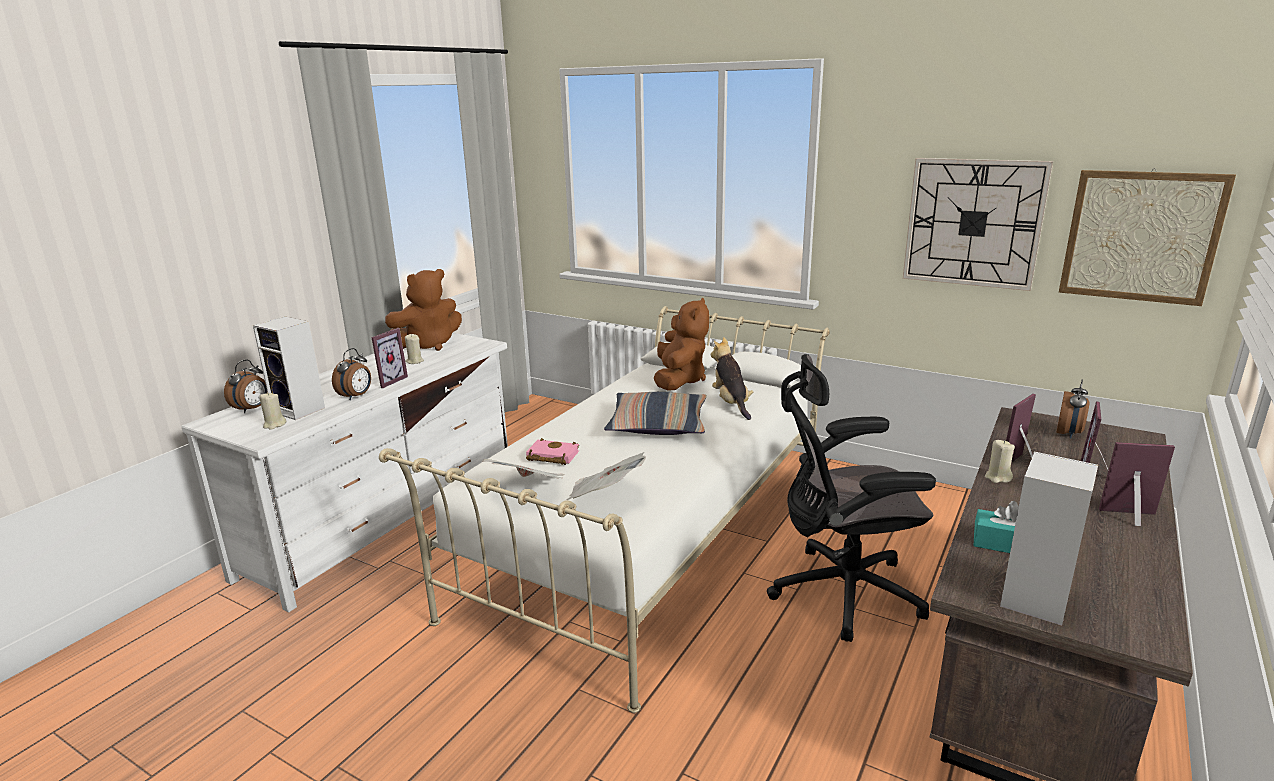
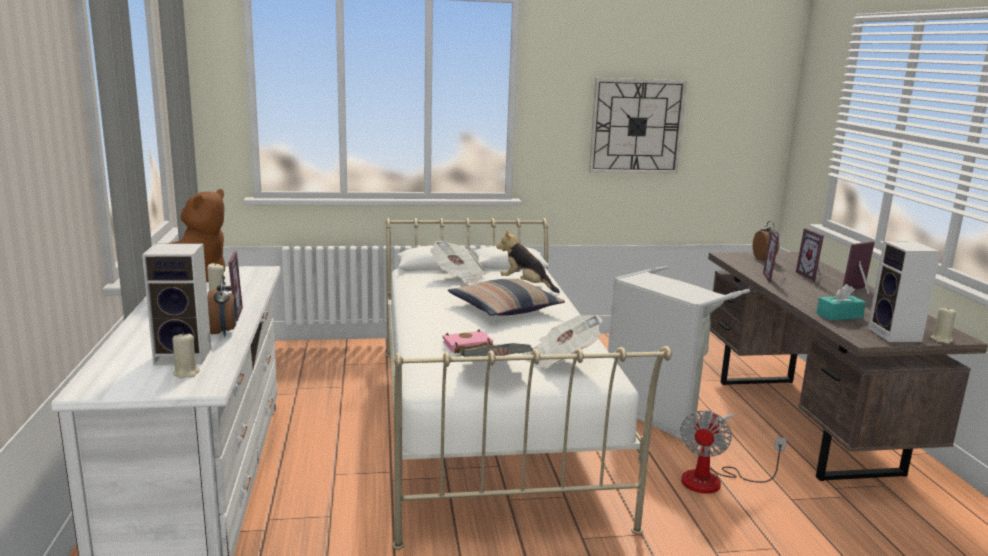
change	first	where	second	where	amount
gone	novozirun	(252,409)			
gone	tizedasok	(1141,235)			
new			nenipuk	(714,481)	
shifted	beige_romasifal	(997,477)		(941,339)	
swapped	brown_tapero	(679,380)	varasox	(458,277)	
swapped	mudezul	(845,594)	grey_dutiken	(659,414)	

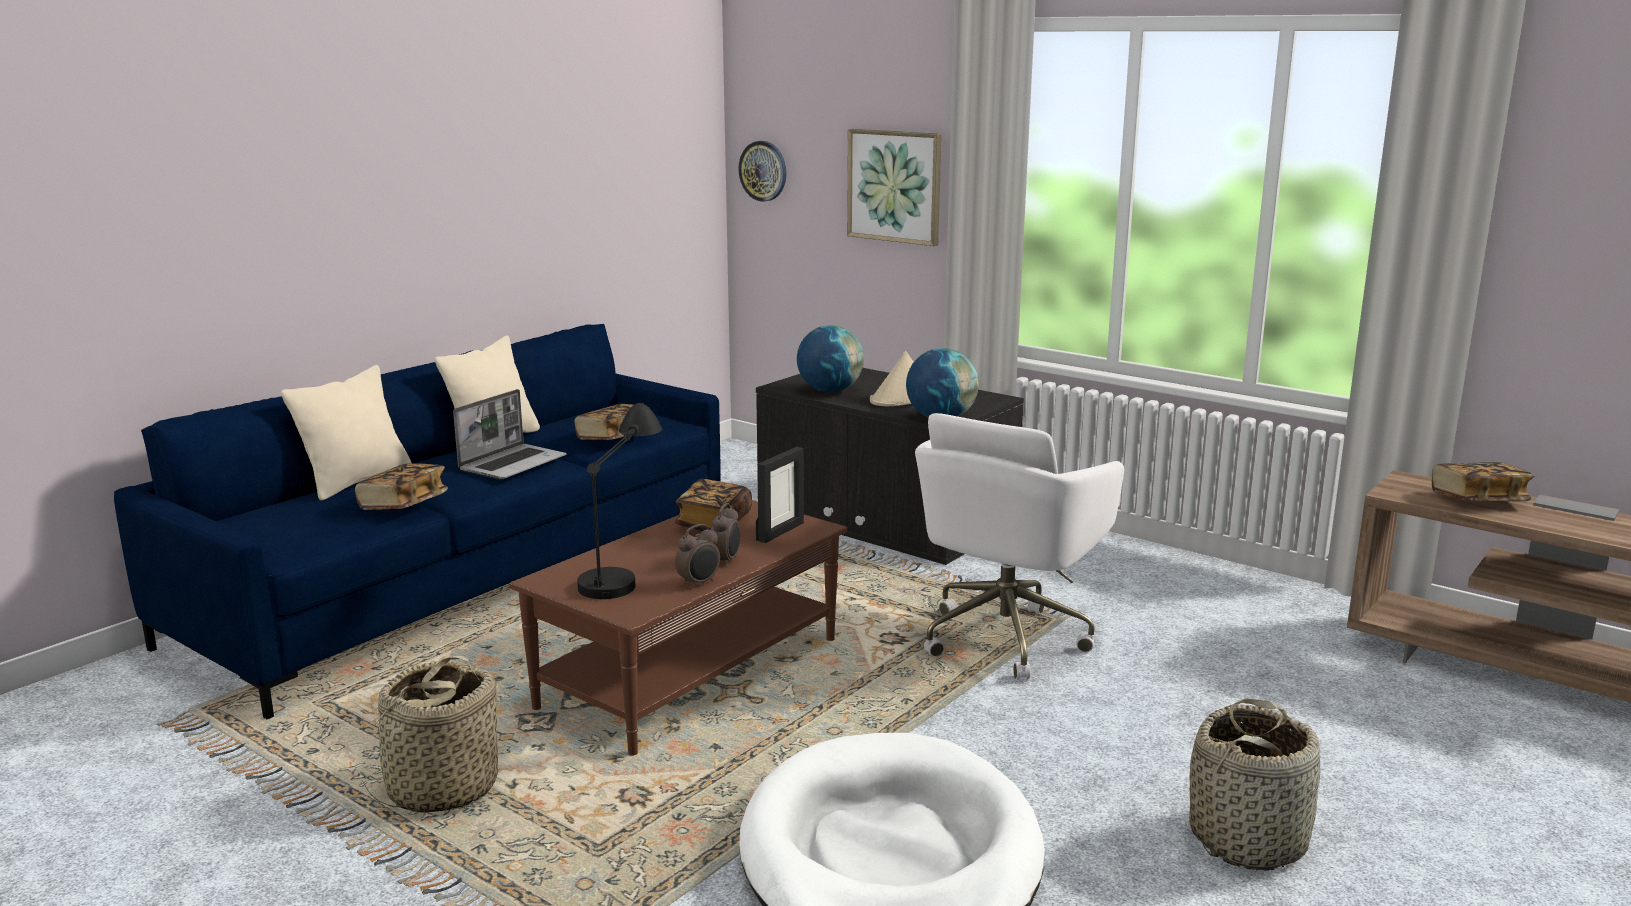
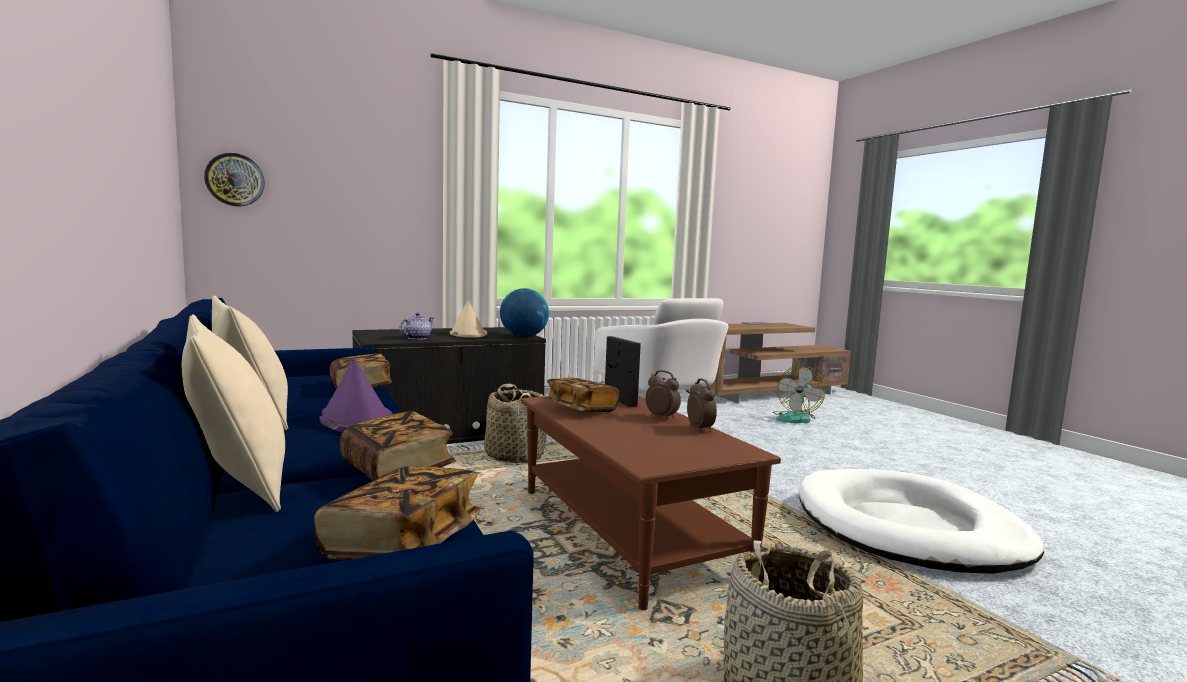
change	first	where	second	where	amount
gone	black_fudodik	(623,567)			
gone	tizedasok	(895,186)			
new			nenipuk	(796,418)	
shifted	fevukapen	(1248,839)		(515,455)	
shifted	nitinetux	(1478,500)		(402,543)	
swapped	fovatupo	(513,463)	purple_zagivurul	(355,420)	
swapped	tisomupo	(830,391)	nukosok	(417,338)	

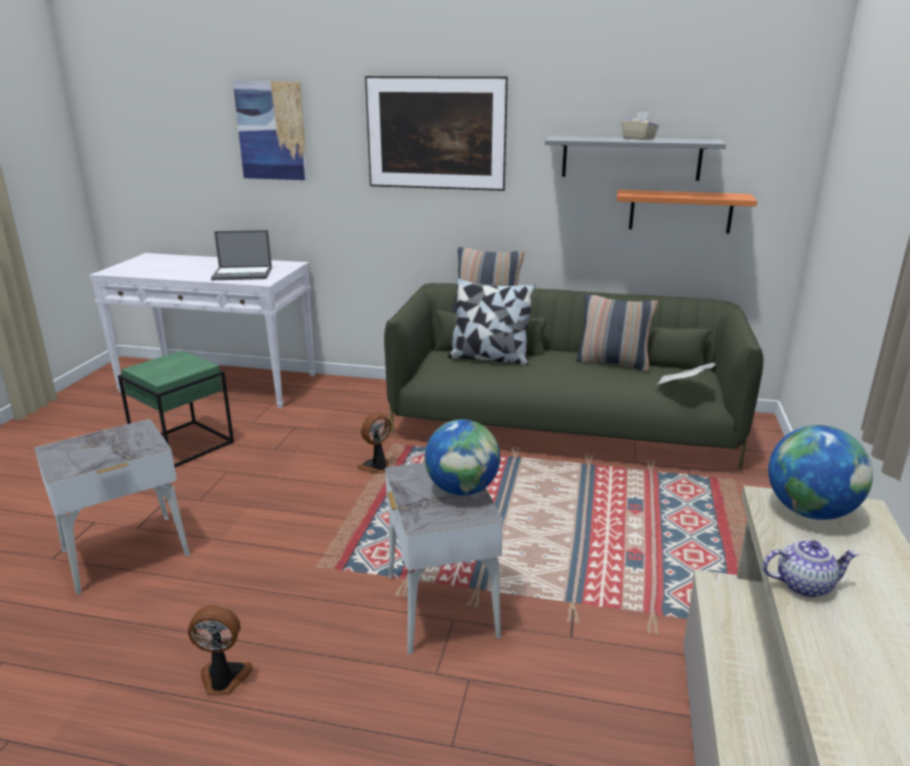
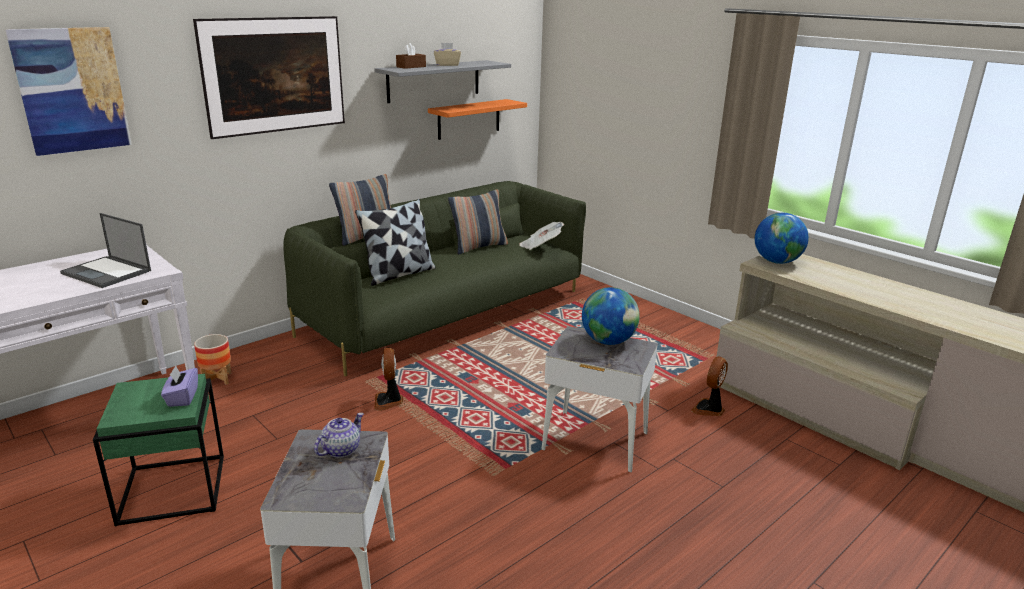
change	first	where	second	where	amount
new			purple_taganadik	(182,397)	
new			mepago	(217,379)	
new			brown_taganadik	(411,67)	
shifted	nenipuk	(223,679)		(709,409)	
shifted	nukosok	(804,585)		(341,449)	
rotated	fovatupo	(243,274)		(107,272)	90 degrees clockwise

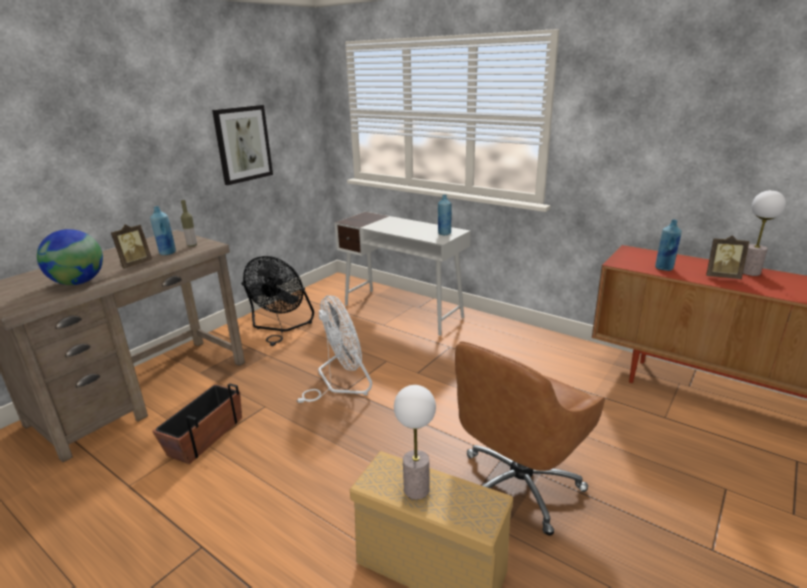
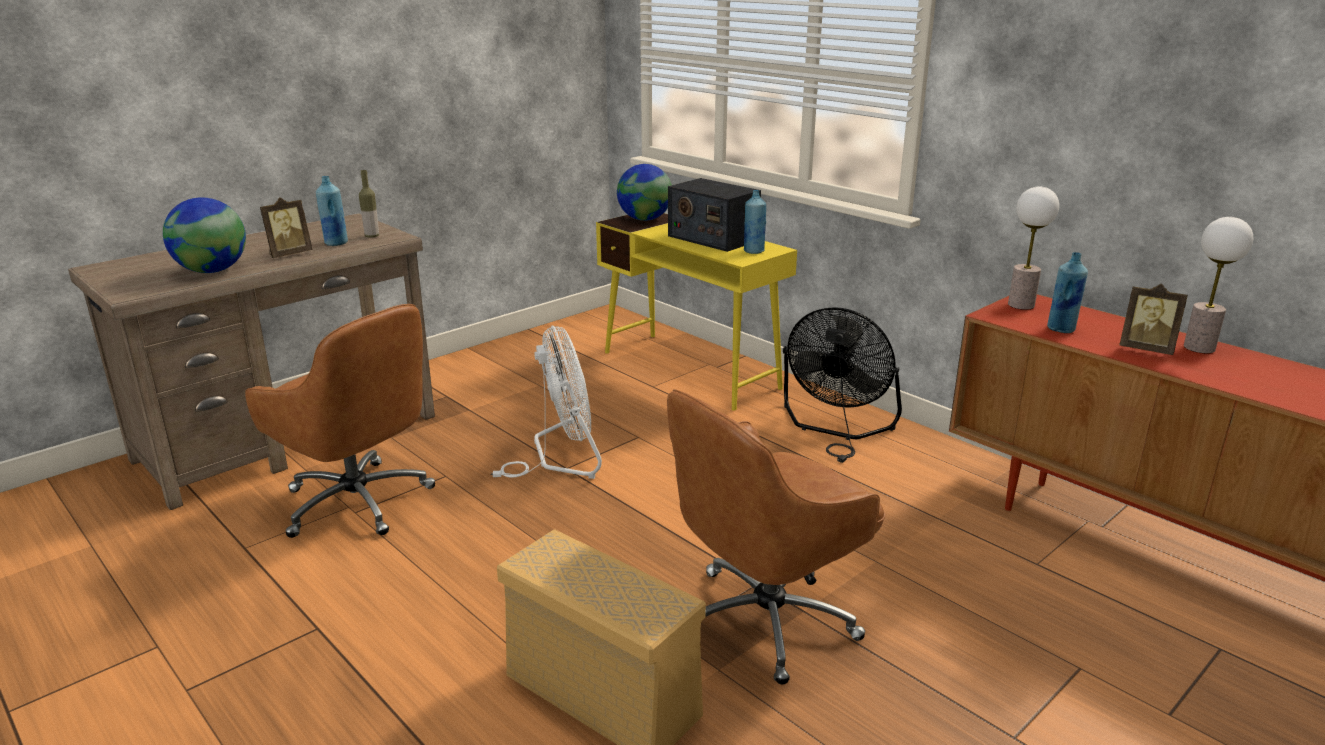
change	first	where	second	where	amount
gone	tizedasok	(243,144)			
new			tisomupo	(644,219)	
new			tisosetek	(712,238)	
shifted	black_nenipuk	(277,326)		(835,428)	
shifted	fudodik	(416,489)		(1021,305)	
swapped	mepago	(205,436)	brown_mudezul	(356,502)	
repainted	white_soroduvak	(403,311)	yellow_soroduvak	(690,370)	

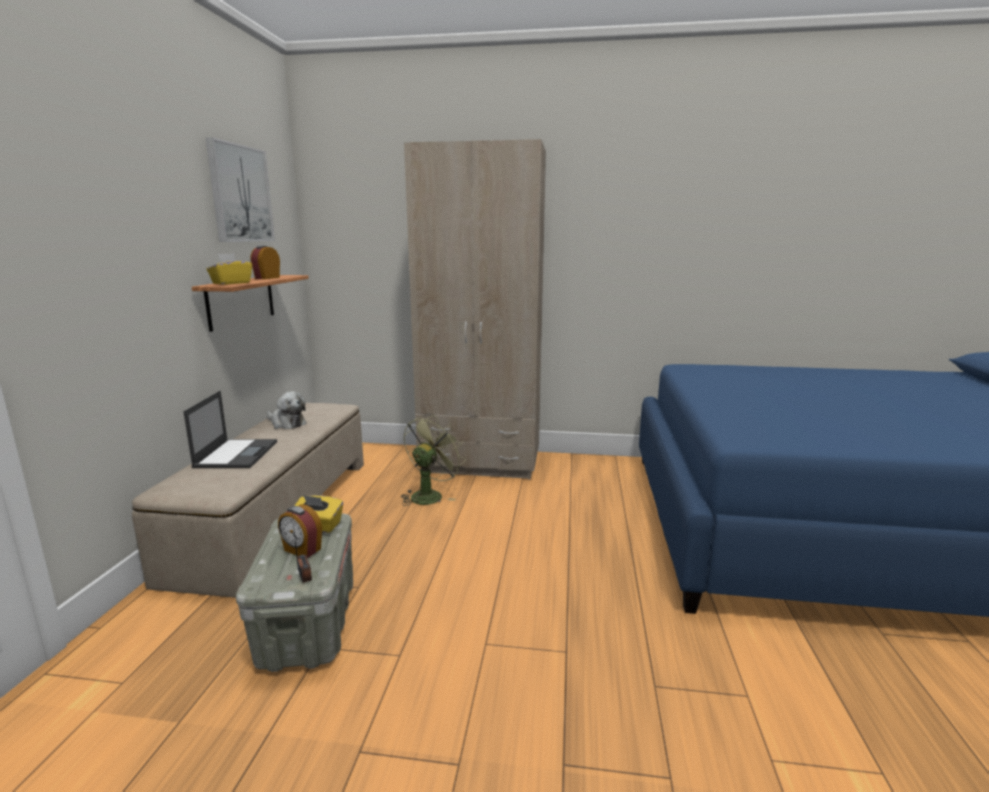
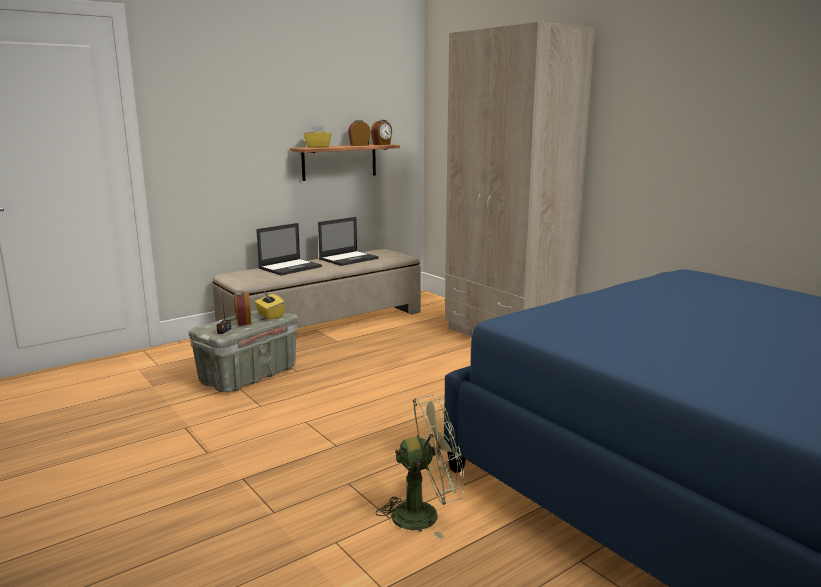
change	first	where	second	where	amount
gone	tizedasok	(240,194)			
new			novozirun	(382,144)	
shifted	green_nenipuk	(430,495)		(425,514)	
swapped	tapero	(286,423)	fovatupo	(349,258)	

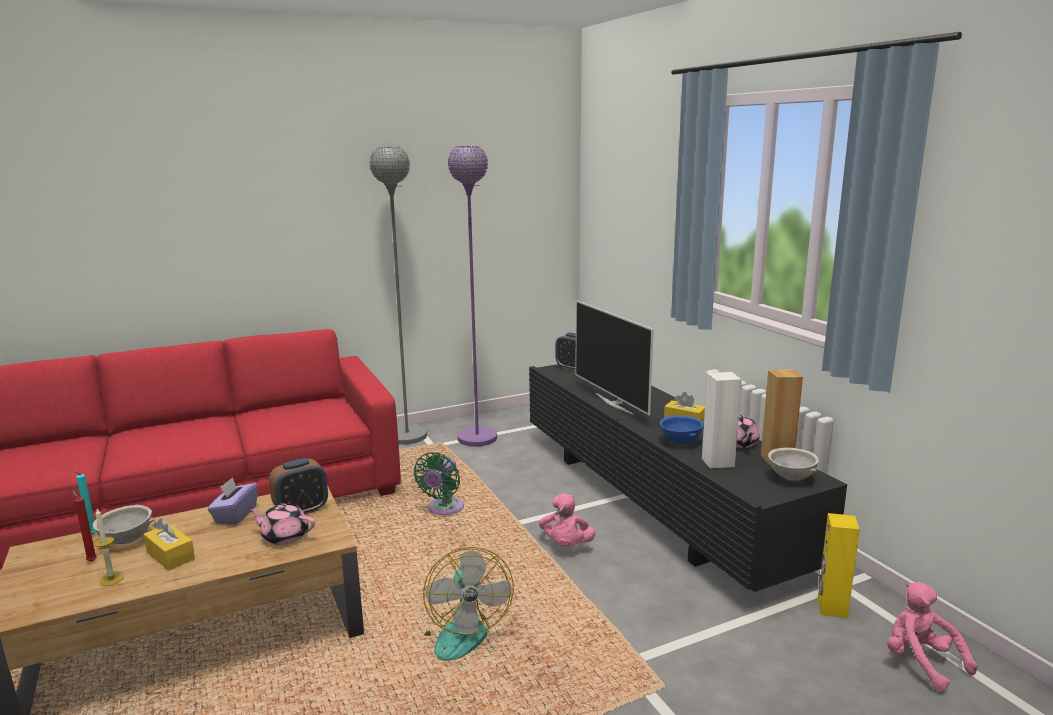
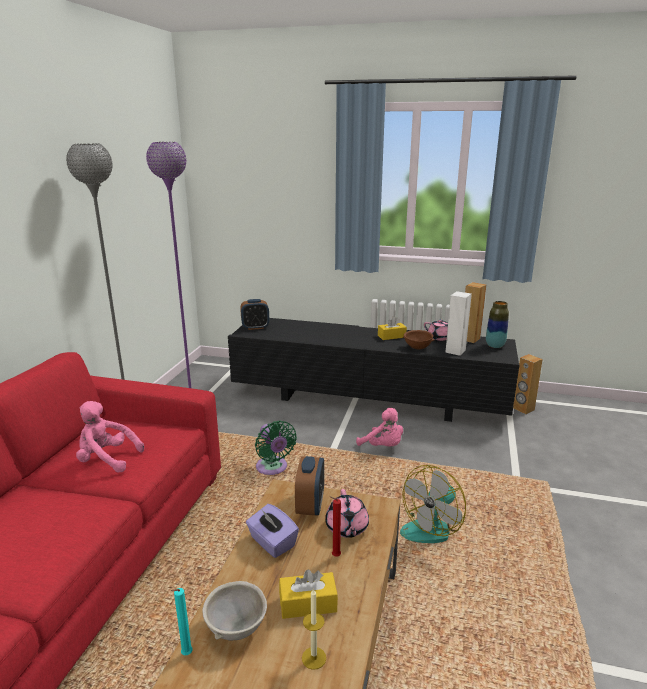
change	first	where	second	where	amount
gone	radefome	(614,403)			
shifted	red_romasifal	(91,561)		(334,556)	
shifted	pink_tapero	(921,662)		(107,459)	
swapped	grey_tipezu	(791,478)	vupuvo	(495,345)	
repainted	blue_tipezu	(680,442)	brown_tipezu	(417,348)	
repainted	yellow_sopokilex	(831,608)	brown_sopokilex	(523,409)	
rotated	pink_nukosok	(284,536)		(346,527)	60 degrees counterclockwise
rotated	nenipuk	(459,631)		(432,527)	105 degrees clockwise

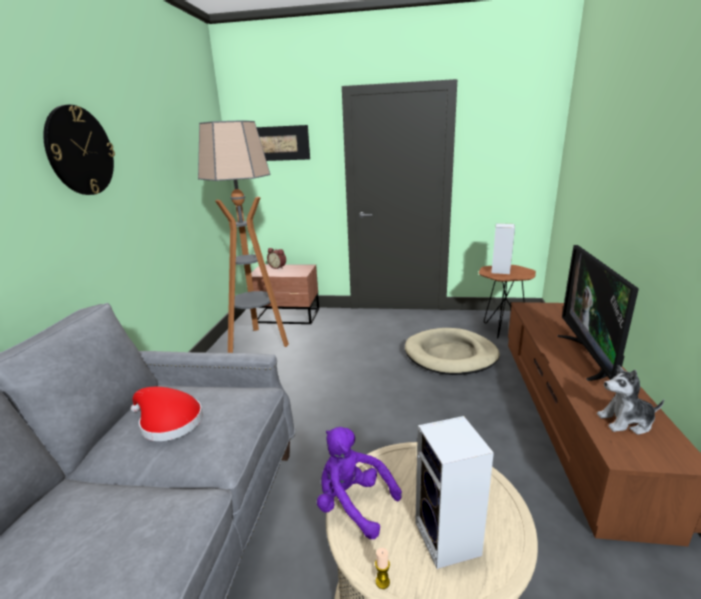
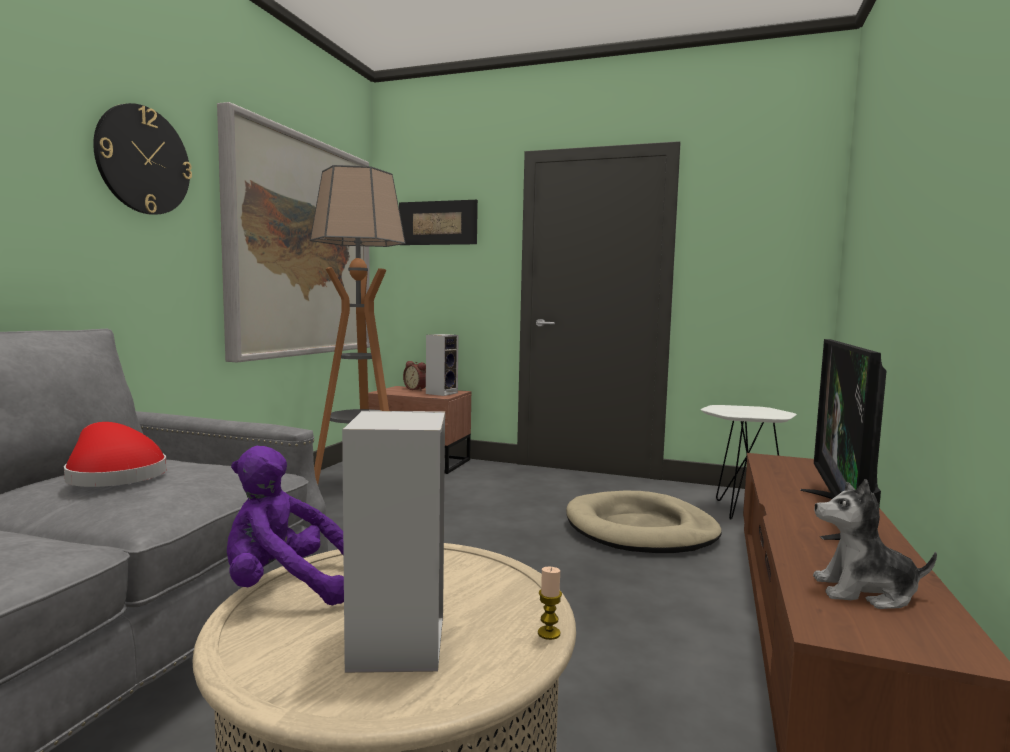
change	first	where	second	where	amount
new			tizedasok	(302,247)	
shifted	romasifal	(382,582)		(549,633)	
shifted	sopokilex	(500,270)		(442,393)	
repainted	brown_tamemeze	(500,329)	white_tamemeze	(740,510)	
rotated	purple_tapero	(353,504)		(286,587)	45 degrees counterclockwise

